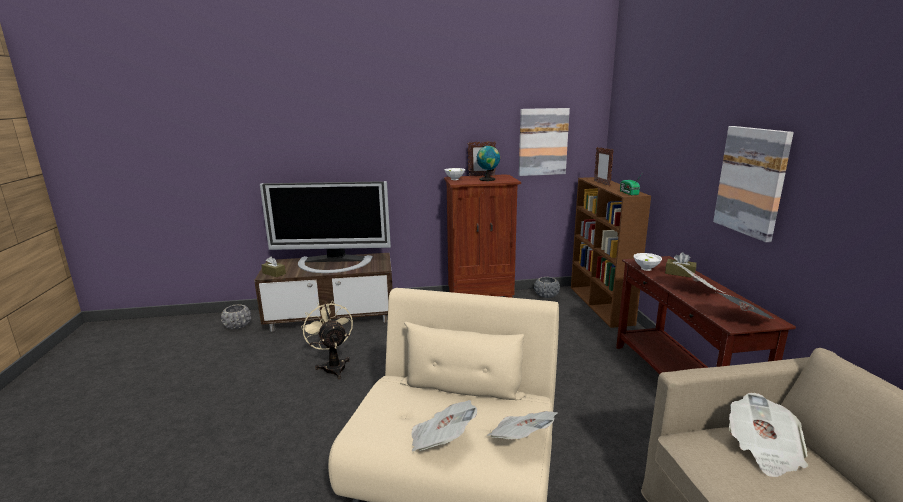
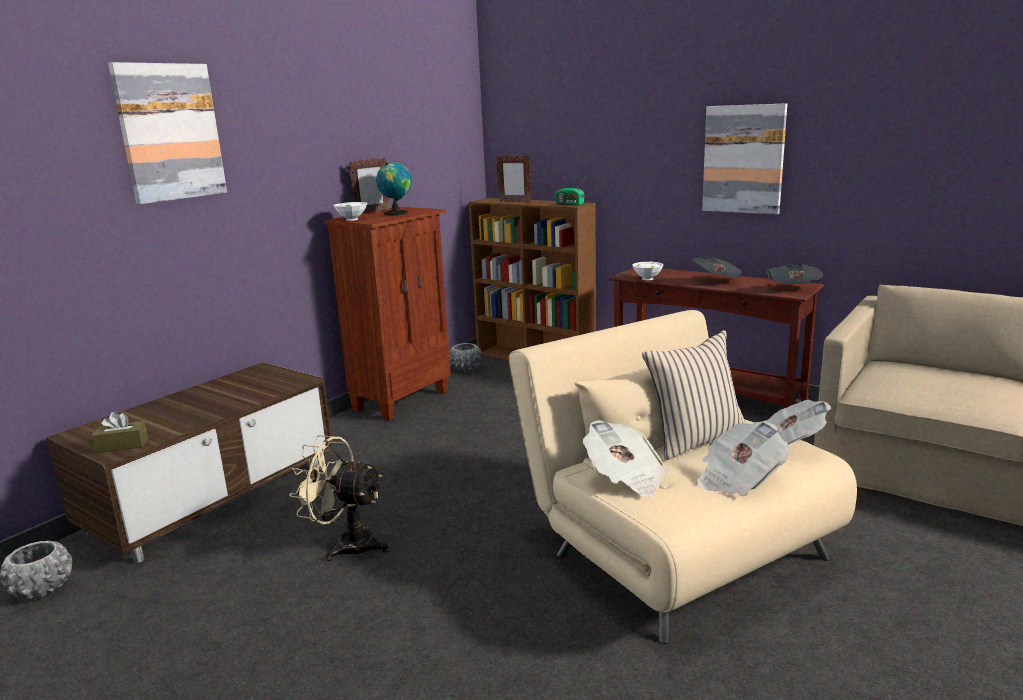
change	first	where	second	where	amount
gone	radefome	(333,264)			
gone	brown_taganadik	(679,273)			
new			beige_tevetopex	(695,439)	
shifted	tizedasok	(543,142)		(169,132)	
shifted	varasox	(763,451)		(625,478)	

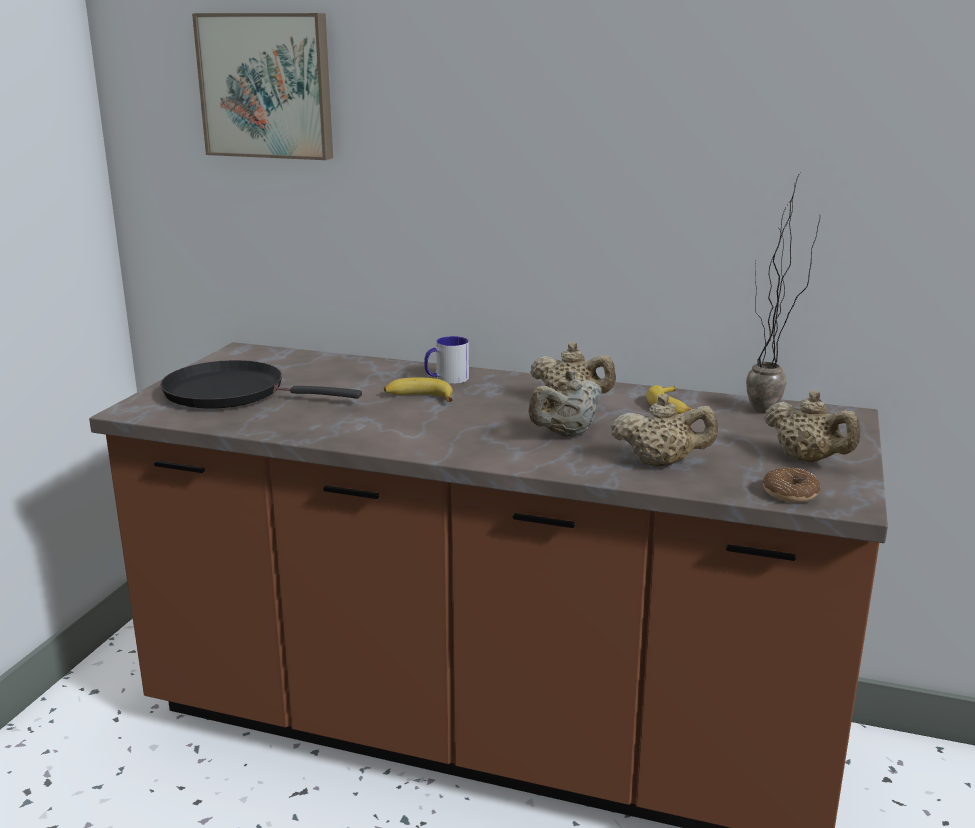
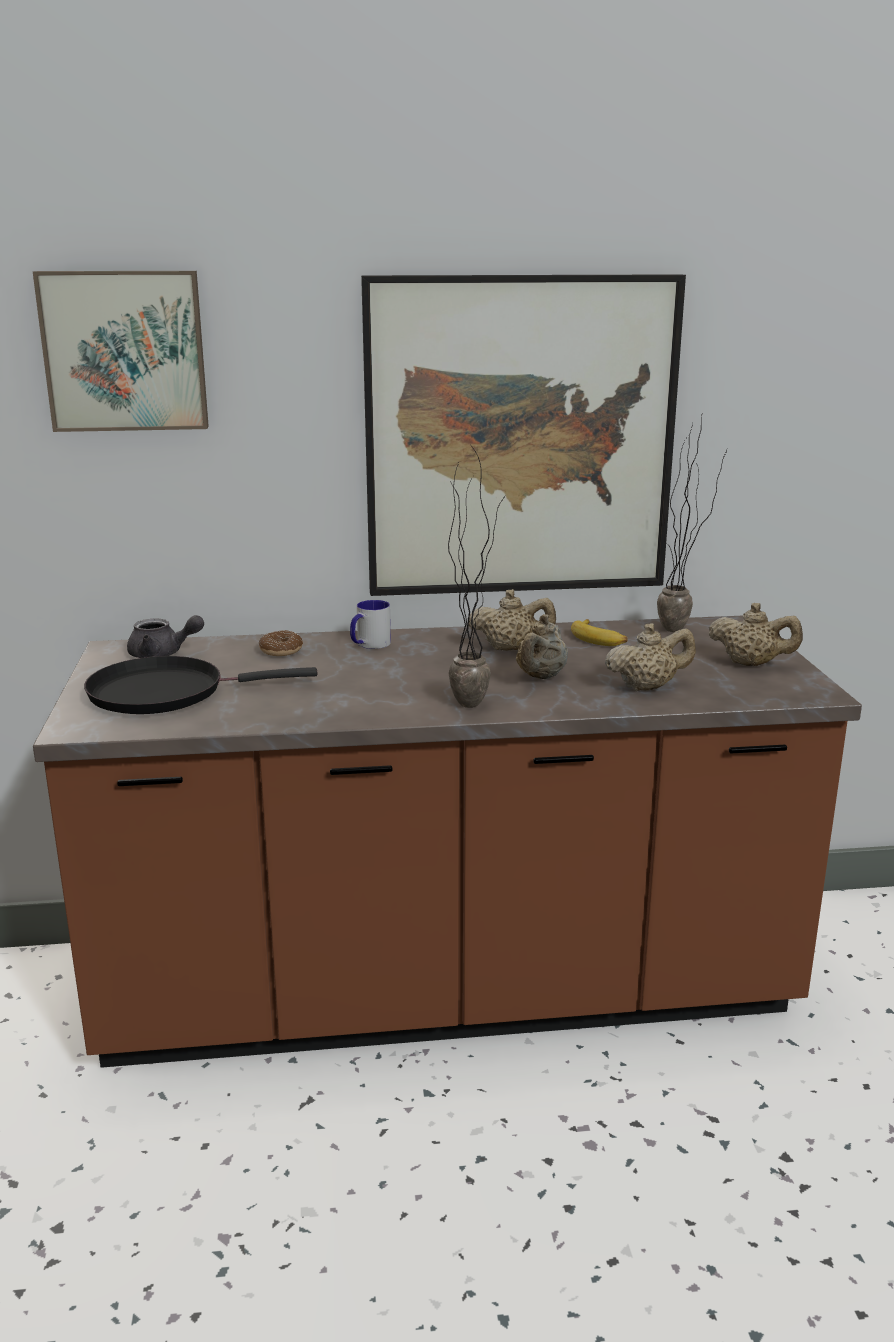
change	first	where	second	where	amount
gone	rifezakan	(419,398)			
new			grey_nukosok	(162,654)	
new			tizedasok	(519,438)	
new			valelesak	(475,700)	
shifted	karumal	(790,493)		(281,650)	

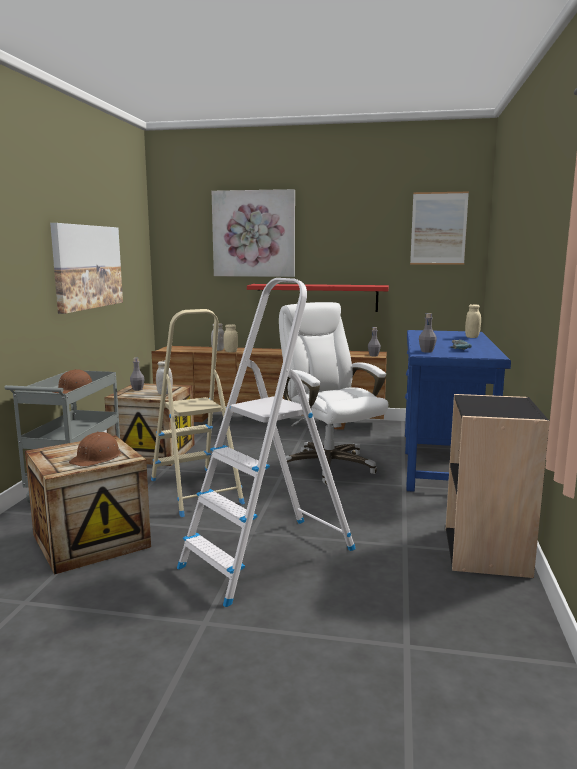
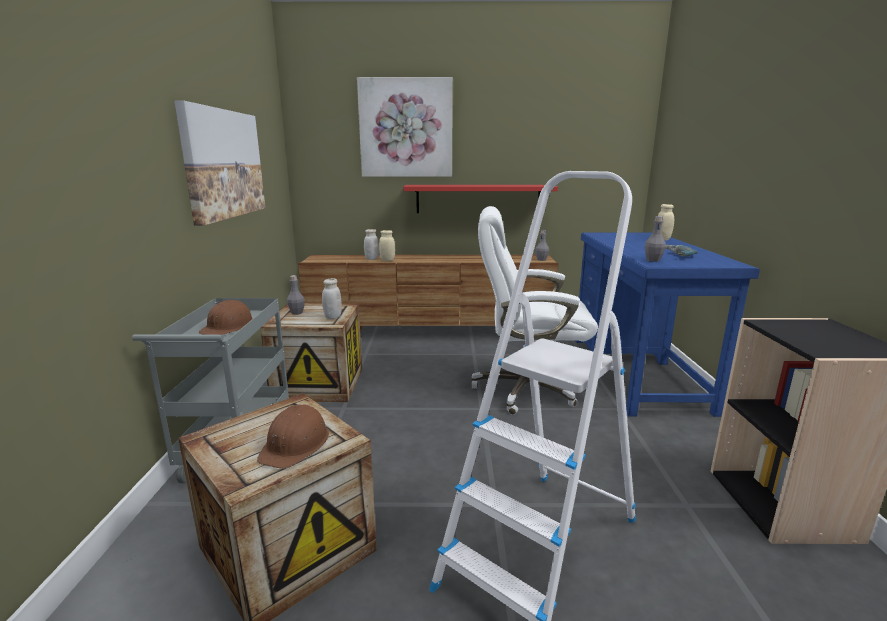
change	first	where	second	where	amount
gone	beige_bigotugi	(195,490)			
gone	tizedasok	(438,228)			
rotated	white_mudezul	(330,467)		(527,389)	45 degrees counterclockwise

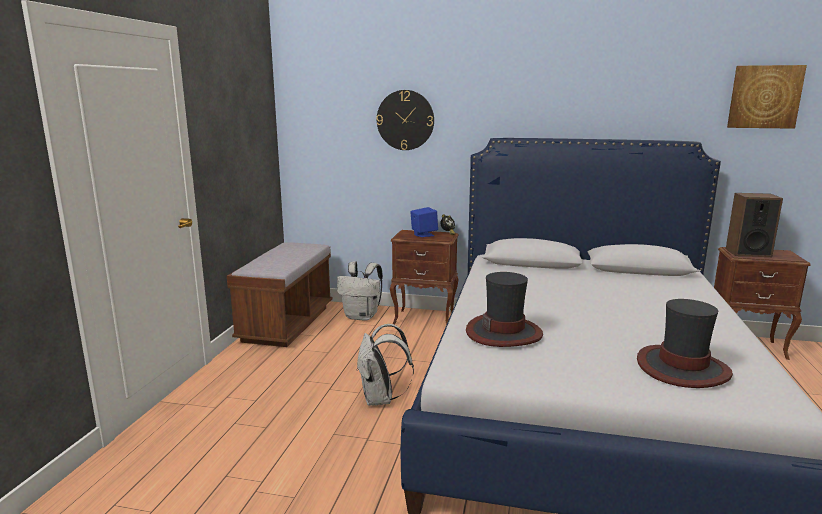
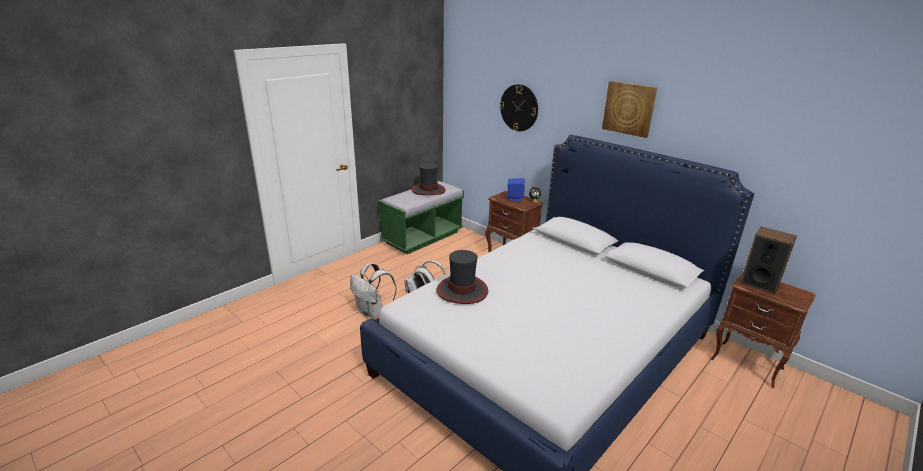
change	first	where	second	where	amount
shifted	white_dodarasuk	(362,316)		(372,313)	
shifted	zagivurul	(682,368)		(428,190)	
shifted	tizedasok	(764,97)		(629,108)	
repainted	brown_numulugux	(286,324)	green_numulugux	(422,237)	

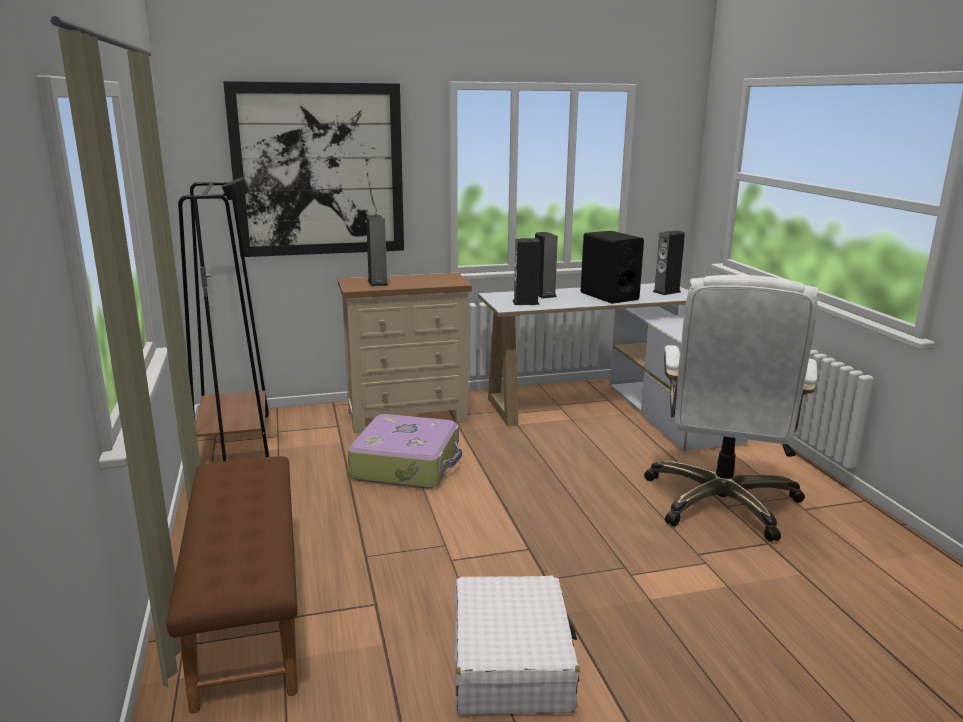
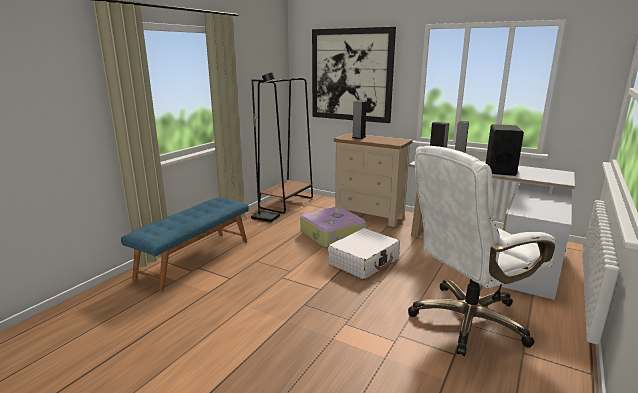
change	first	where	second	where	amount
gone	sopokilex	(666,292)			
shifted	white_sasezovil	(511,661)		(364,262)	
repainted	brown_numulugux	(246,608)	blue_numulugux	(194,259)	

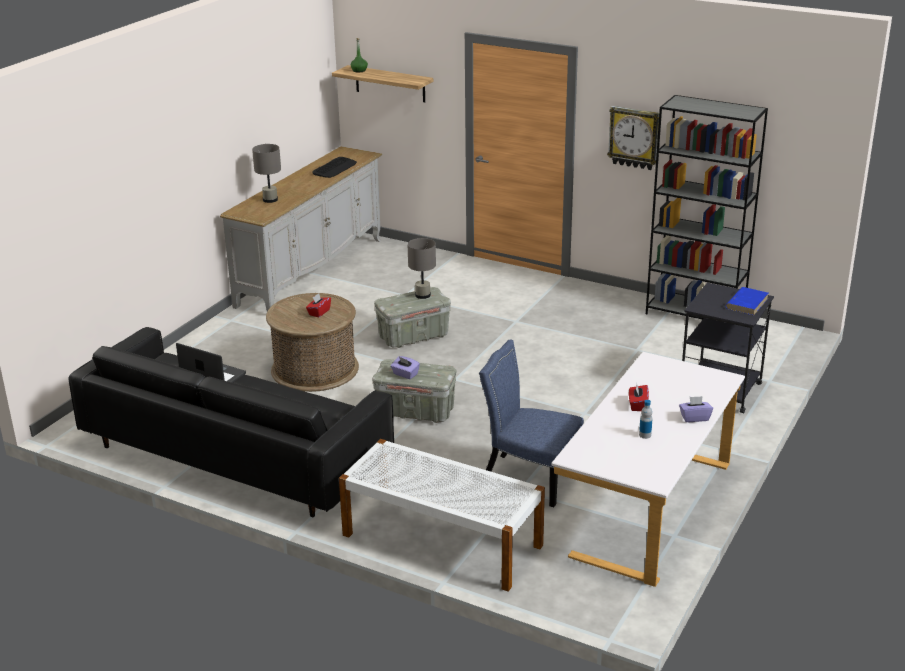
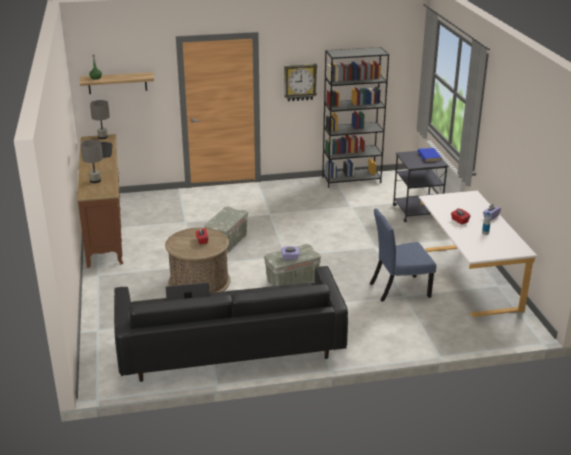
change	first	where	second	where	amount
gone	white_numulugux	(441,541)			
shifted	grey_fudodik	(422,295)		(102,137)	
repainted	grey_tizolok	(312,272)	brown_tizolok	(105,228)	

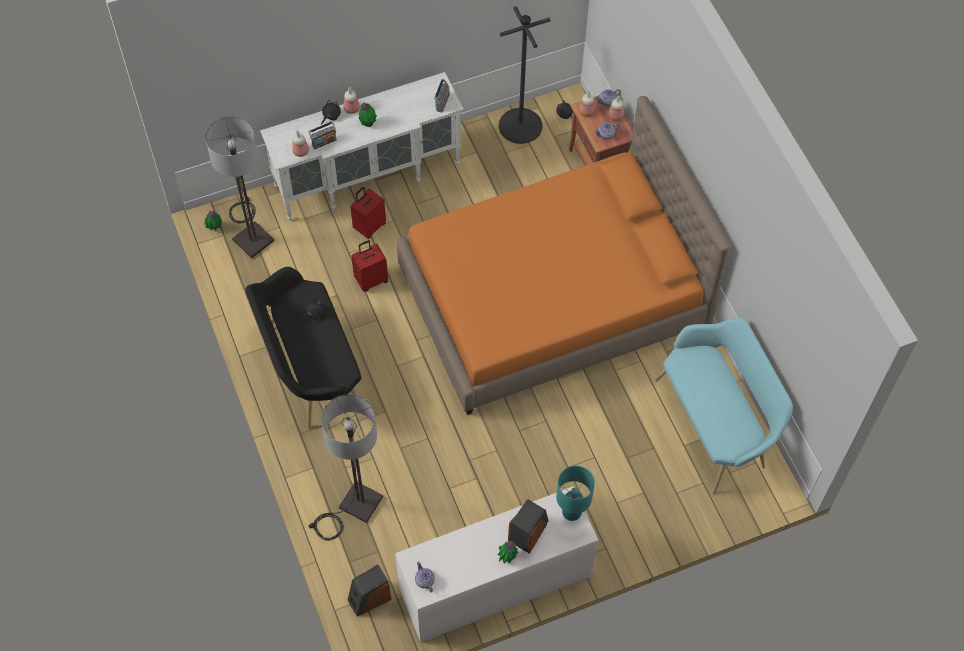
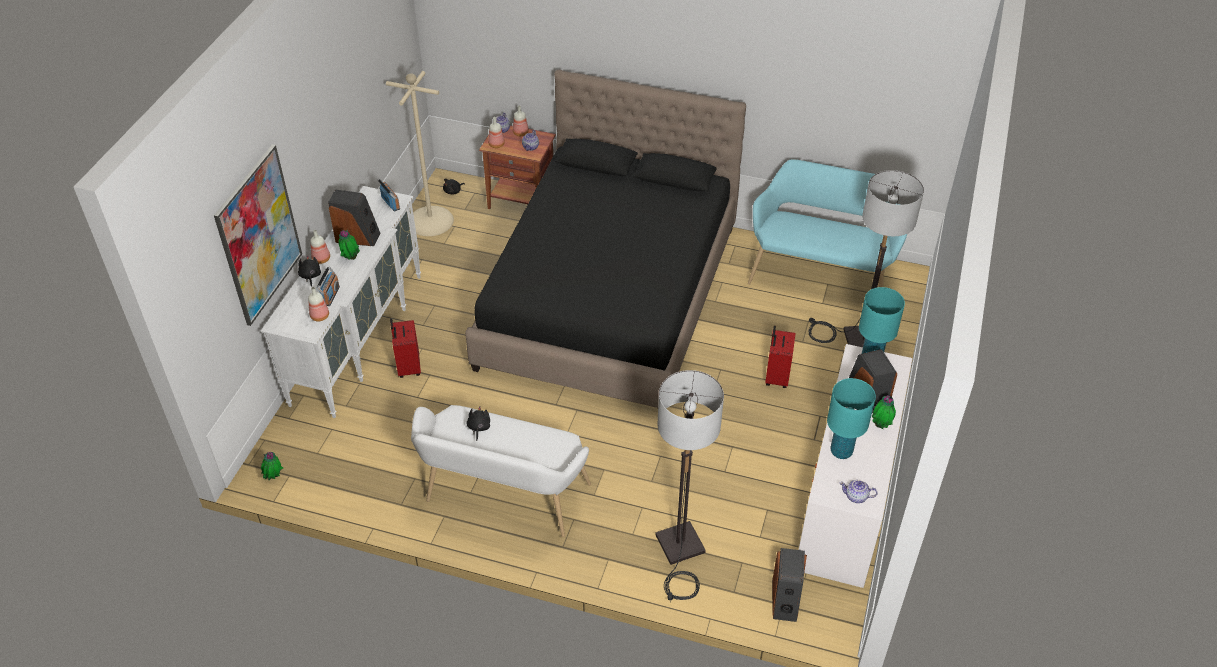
change	first	where	second	where	amount
new			tizedasok	(259,235)	
new			sopokilex	(357,237)	
new			turquoise_fudodik	(841,451)	
shifted	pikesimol	(250,232)		(850,338)	
shifted	red_sasezovil	(371,280)		(776,377)	
repainted	black_numulugux	(310,369)	white_numulugux	(503,497)	
repainted	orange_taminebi	(553,297)	black_taminebi	(610,296)	
repainted	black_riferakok	(520,125)	beige_riferakok	(430,221)	

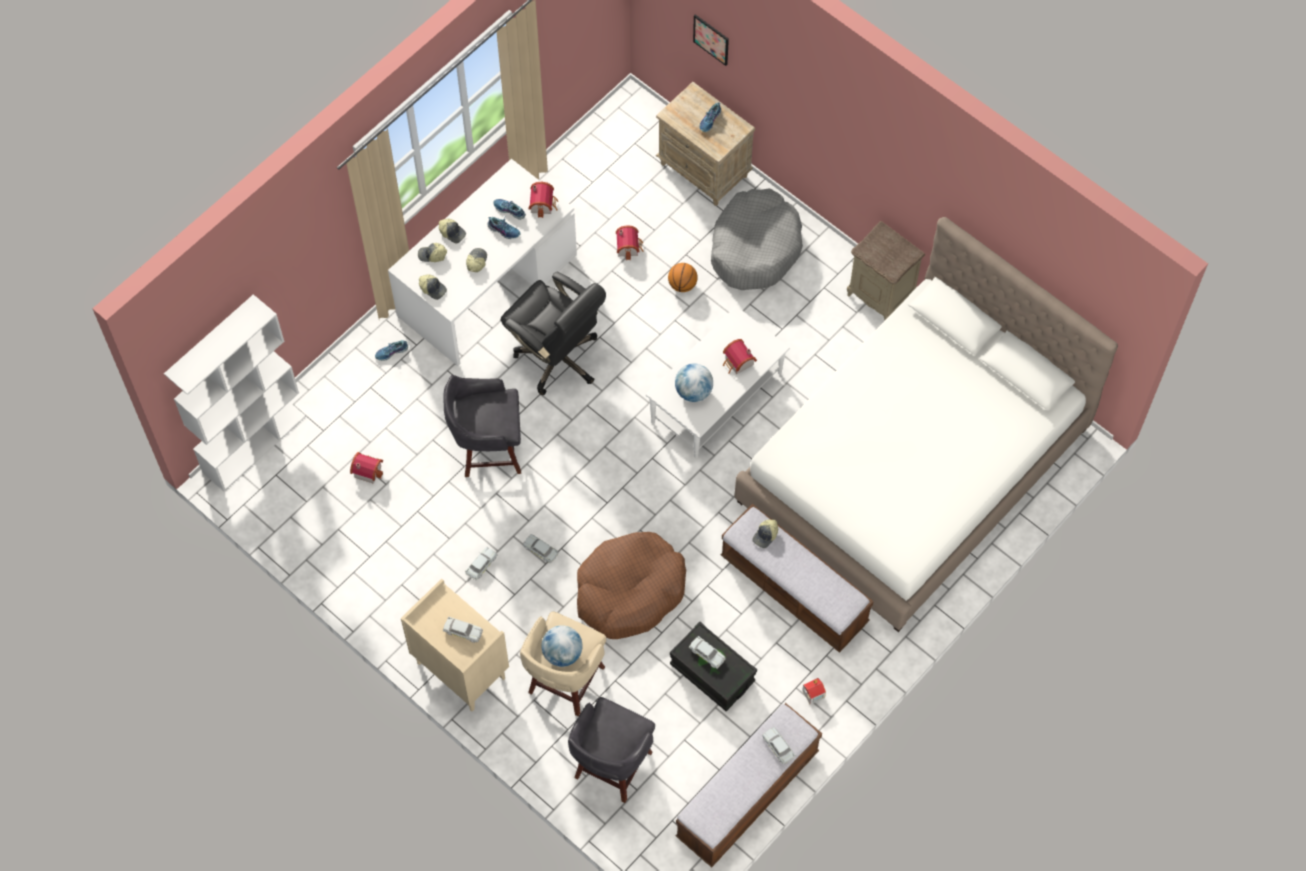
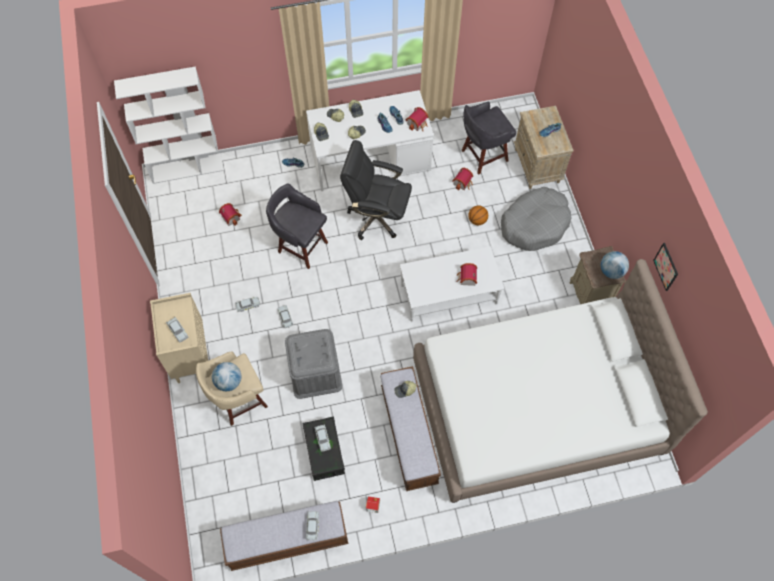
change	first	where	second	where	amount
shifted	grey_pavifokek	(611,768)		(482,156)	
shifted	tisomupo	(693,391)		(611,271)	
shifted	tizedasok	(711,39)		(666,267)	
swapped	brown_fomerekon	(629,591)	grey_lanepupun	(315,372)	
rotated	black_mudezul	(556,357)		(377,218)	120 degrees clockwise

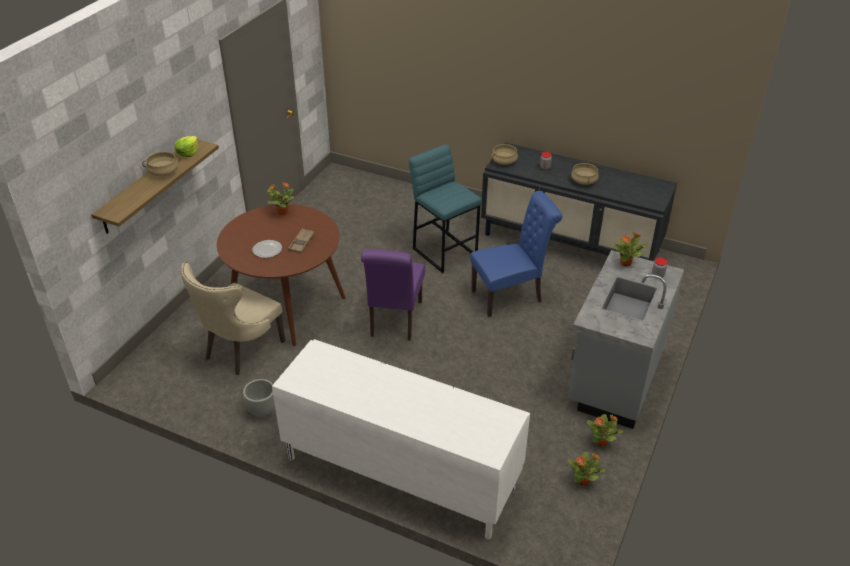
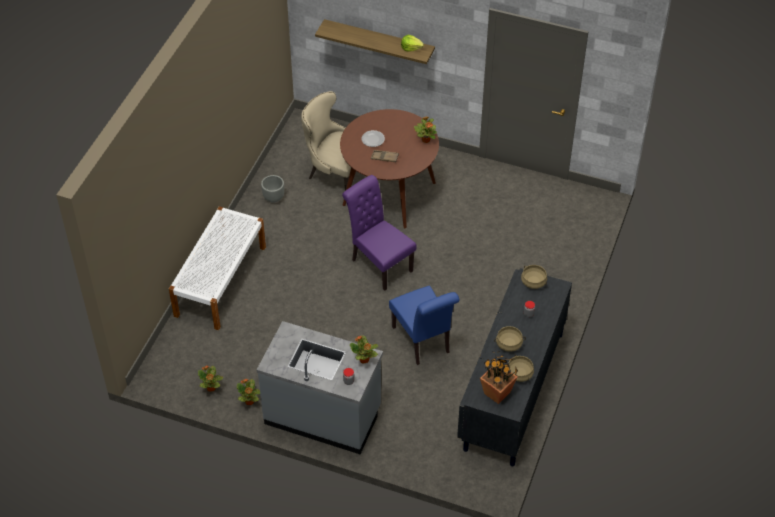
change	first	where	second	where	amount
gone	turquoise_pavifokek	(443,251)			
new			valelesak	(497,393)	
shifted	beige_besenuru	(163,172)		(520,374)	
swapped	white_tizolok	(401,470)	white_numulugux	(220,281)	
rotated	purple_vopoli	(394,321)		(379,263)	45 degrees clockwise

